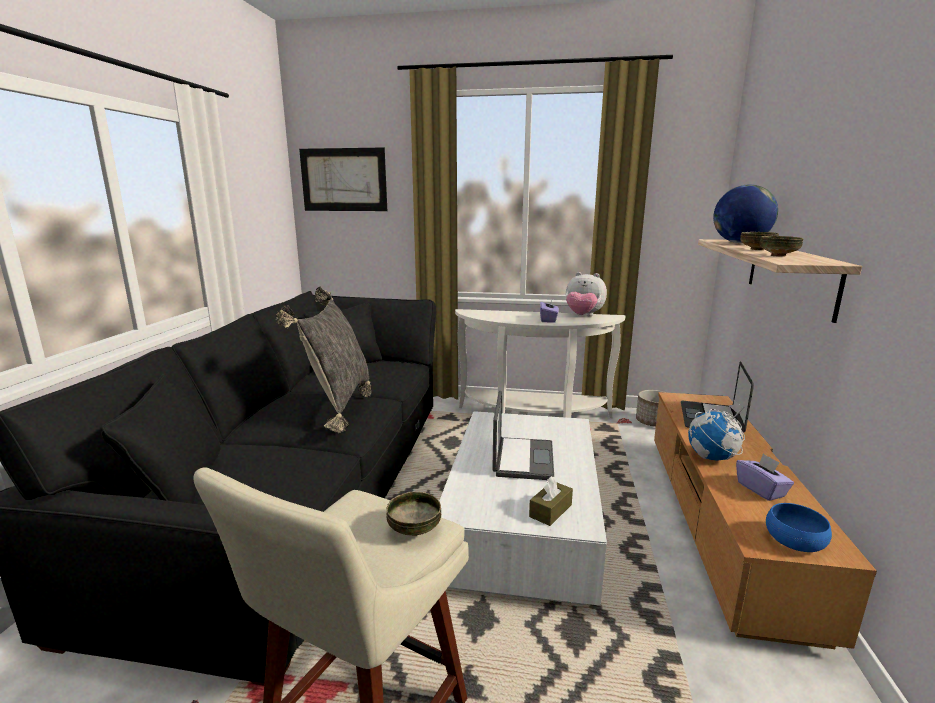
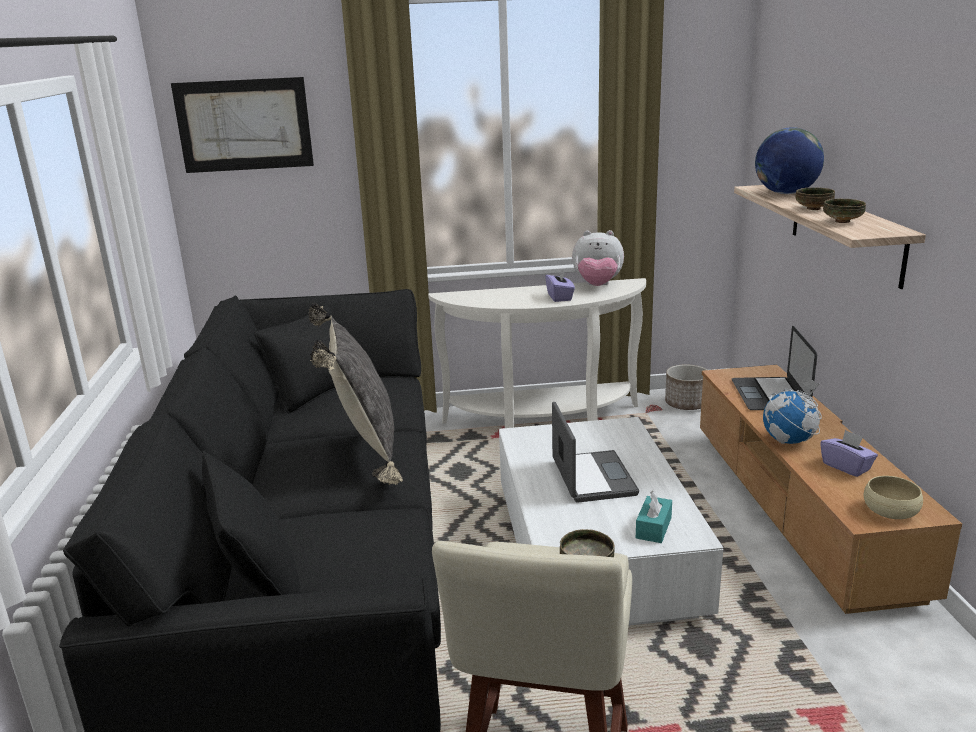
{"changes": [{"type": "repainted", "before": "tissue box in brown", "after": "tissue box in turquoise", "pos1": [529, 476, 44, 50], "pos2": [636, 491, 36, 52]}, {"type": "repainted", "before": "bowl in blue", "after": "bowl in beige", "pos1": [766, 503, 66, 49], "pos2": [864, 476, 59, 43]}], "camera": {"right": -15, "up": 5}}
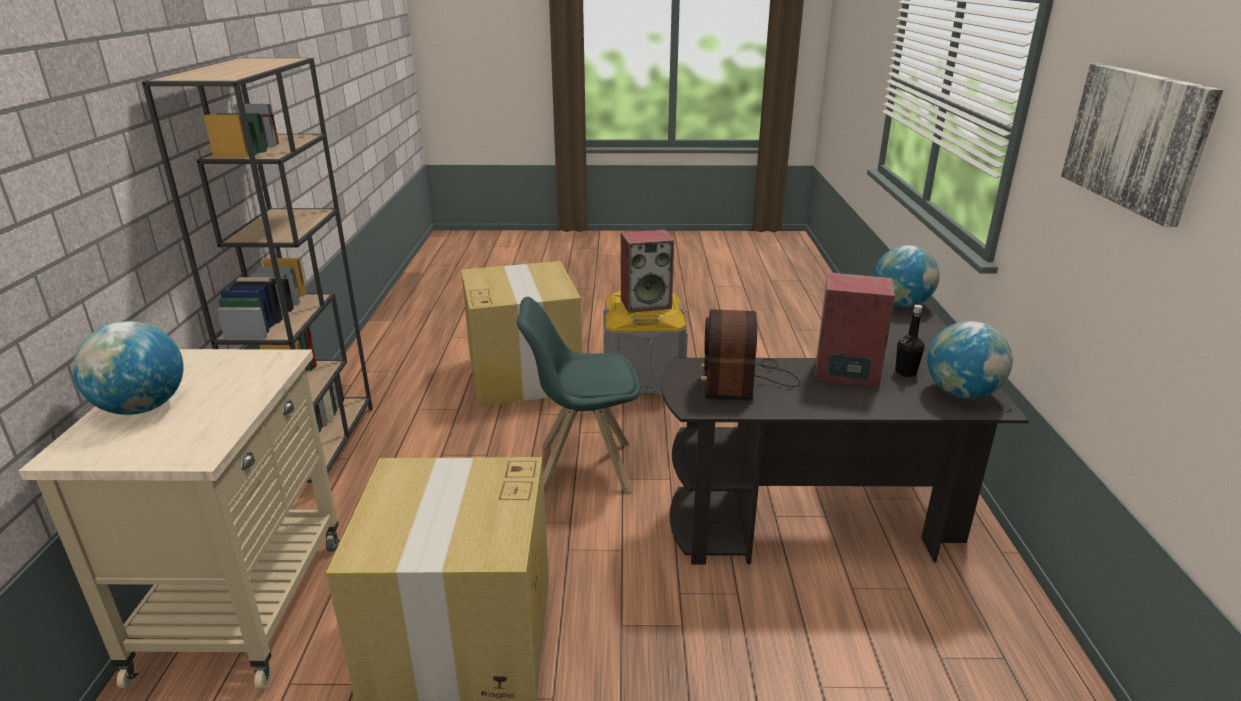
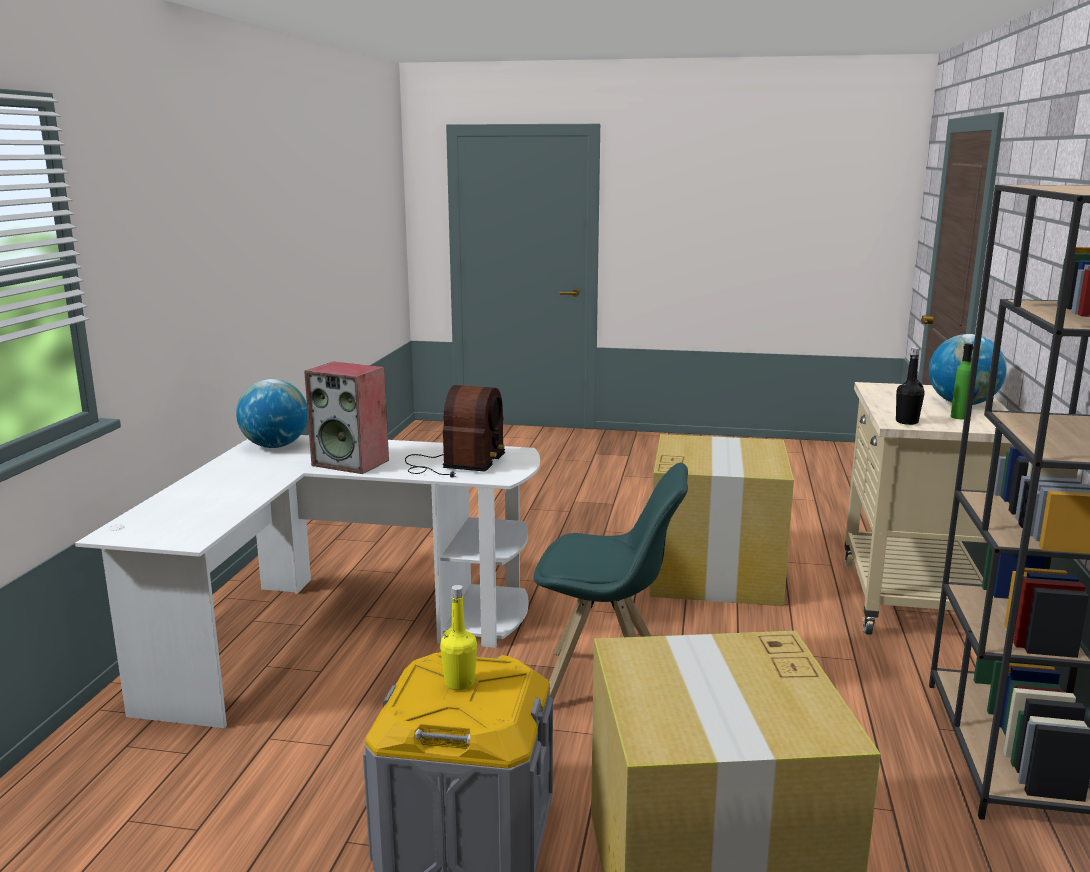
{"changes": [{"type": "gone", "before": "globe", "pos1": [874, 245, 66, 62]}, {"type": "gone", "before": "picture", "pos1": [1061, 64, 162, 163]}, {"type": "new", "after": "bottle in green", "pos2": [950, 343, 23, 76]}, {"type": "shifted", "before": "bottle in black", "pos1": [895, 305, 29, 72], "pos2": [896, 347, 29, 78]}, {"type": "swapped", "before": "speaker", "after": "bottle in yellow", "pos1": [621, 230, 53, 83], "pos2": [440, 585, 37, 105]}, {"type": "repainted", "before": "desk in black", "after": "desk in white", "pos1": [661, 302, 368, 263], "pos2": [75, 435, 465, 293]}], "camera": {"right": -170, "up": -10}}
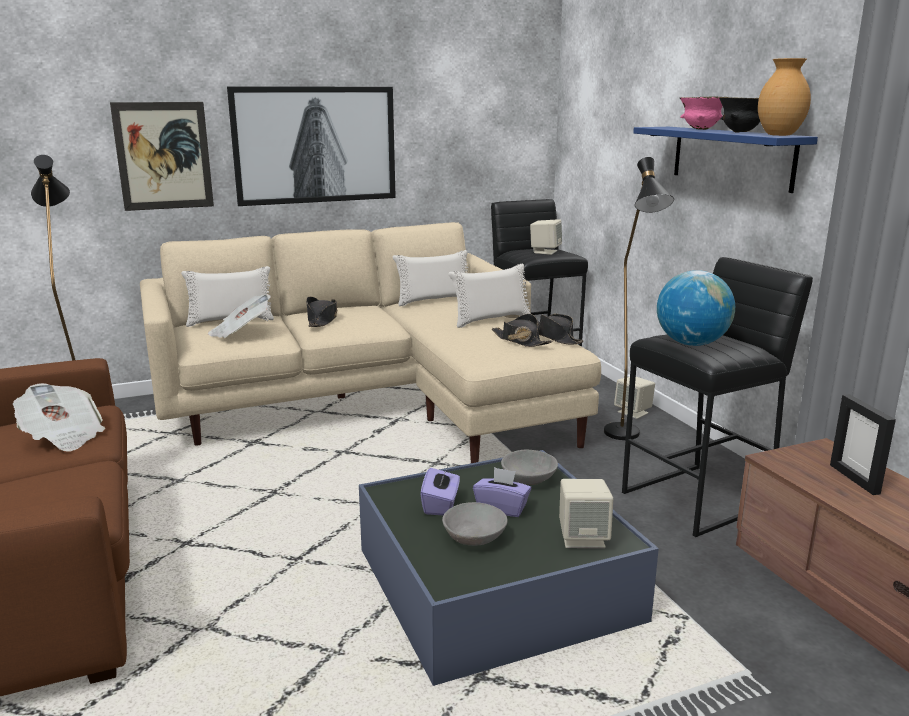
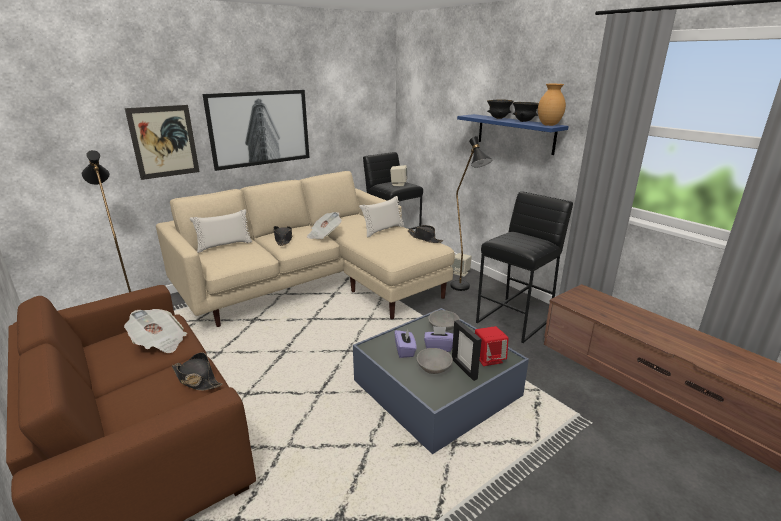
{"changes": [{"type": "gone", "before": "pillow in white", "pos1": [393, 250, 75, 56]}, {"type": "gone", "before": "globe", "pos1": [657, 270, 78, 76]}, {"type": "shifted", "before": "newspaper", "pos1": [208, 294, 63, 44], "pos2": [306, 212, 36, 27]}, {"type": "shifted", "before": "hat in black", "pos1": [492, 314, 61, 33], "pos2": [172, 352, 51, 39]}, {"type": "shifted", "before": "picture frame", "pos1": [830, 394, 66, 101], "pos2": [452, 320, 30, 61]}, {"type": "repainted", "before": "speaker in beige", "after": "speaker in red", "pos1": [559, 479, 54, 69], "pos2": [475, 326, 34, 40]}, {"type": "repainted", "before": "bowl in pink", "after": "bowl in black", "pos1": [680, 97, 43, 33], "pos2": [487, 99, 26, 20]}], "camera": {"right": -15, "up": 5}}
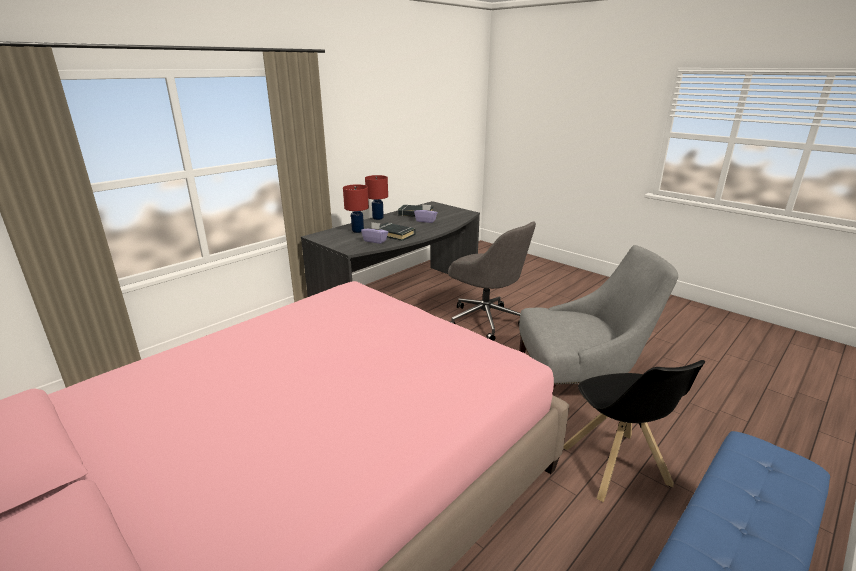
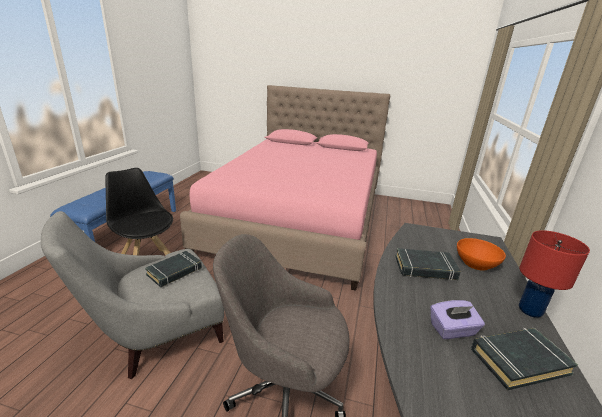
{"changes": [{"type": "gone", "before": "tissue box in purple", "pos1": [361, 222, 27, 22]}, {"type": "new", "after": "book in black", "pos2": [145, 251, 57, 36]}, {"type": "swapped", "before": "table lamp in red", "after": "bowl in orange", "pos1": [343, 184, 26, 49], "pos2": [457, 238, 49, 33]}], "camera": {"right": 150, "up": 0}}
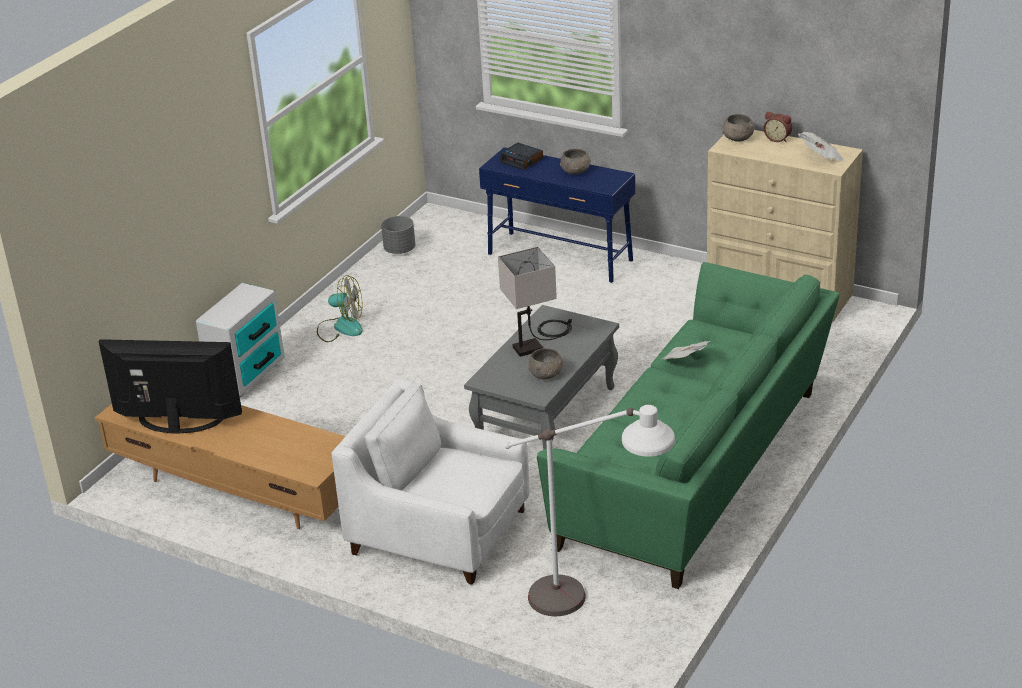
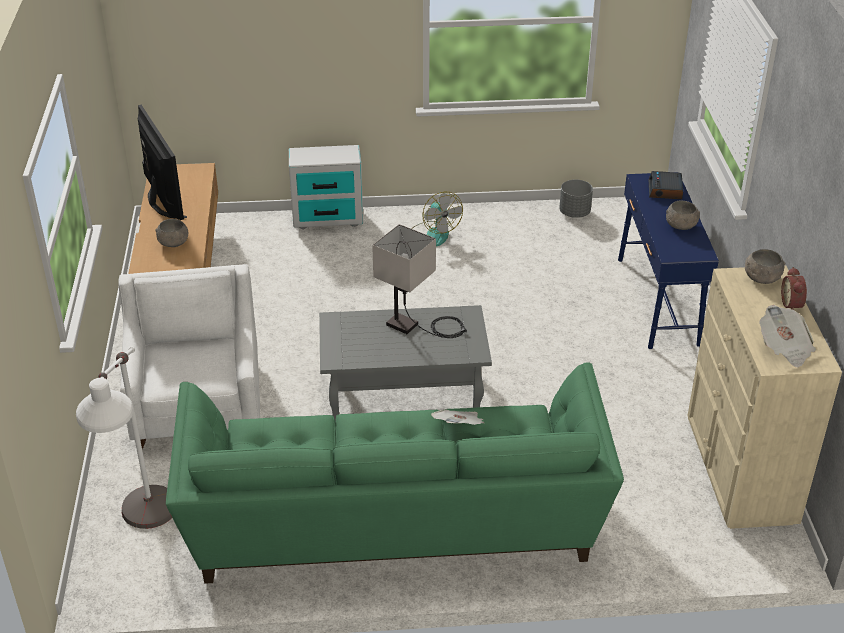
{"changes": [{"type": "shifted", "before": "bowl in grey", "pos1": [528, 348, 36, 31], "pos2": [155, 219, 33, 28]}], "camera": {"right": 55, "up": 5}}
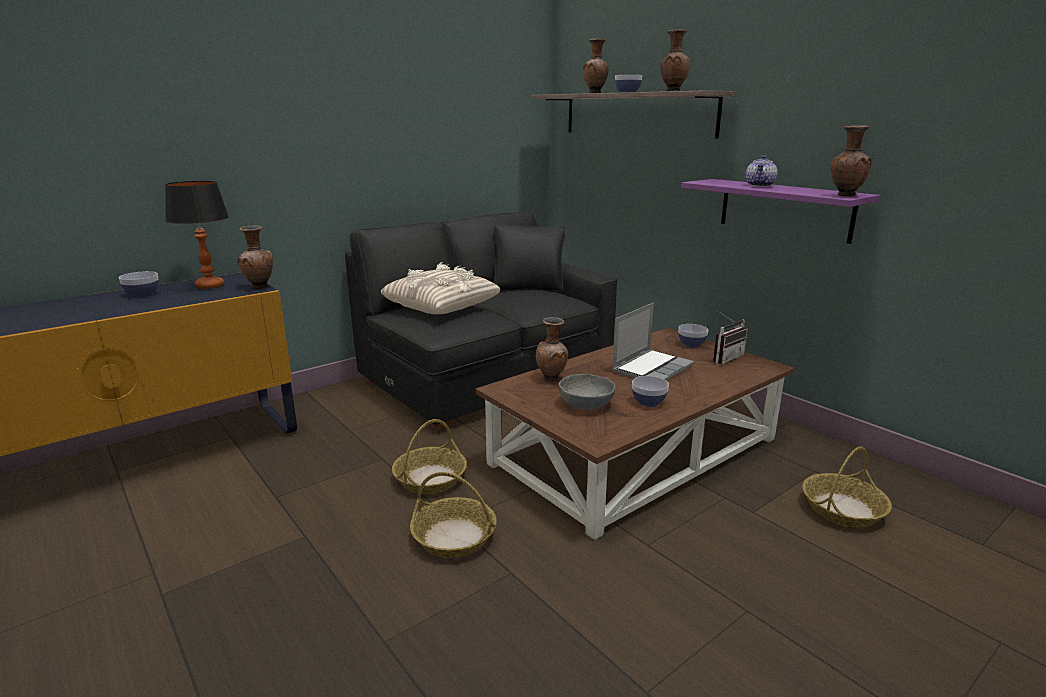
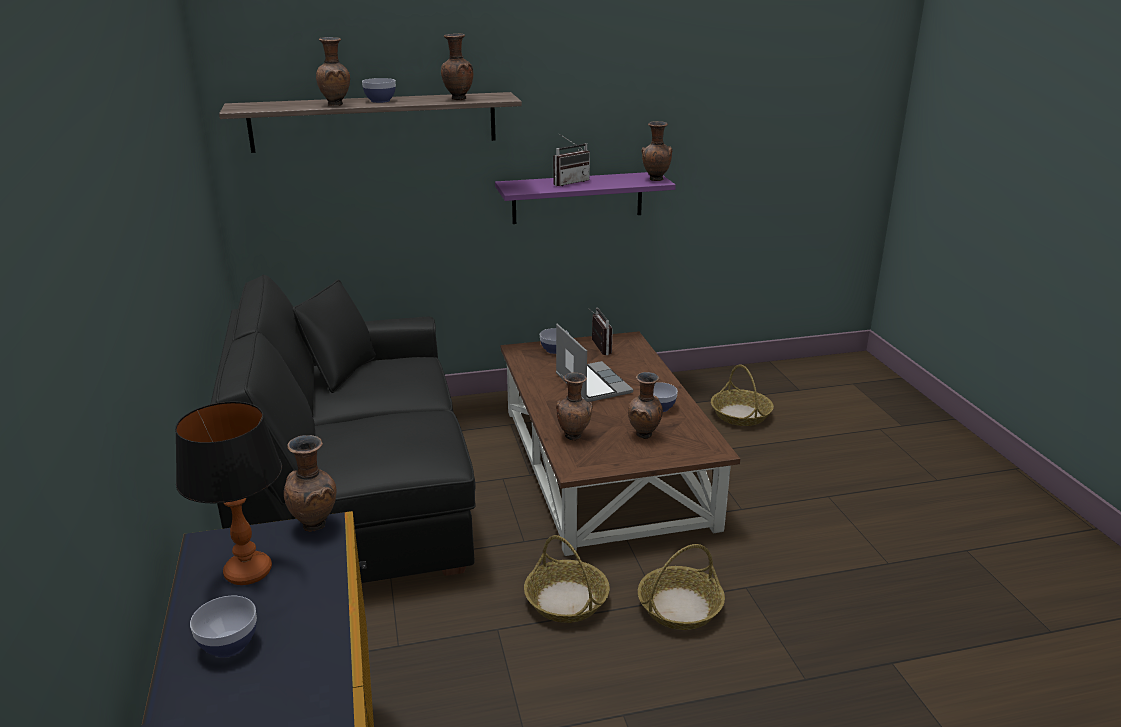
{"changes": [{"type": "gone", "before": "pillow in beige", "pos1": [381, 262, 119, 52]}, {"type": "swapped", "before": "bowl in grey", "after": "vase in brown", "pos1": [559, 374, 57, 36], "pos2": [628, 372, 35, 67]}, {"type": "swapped", "before": "teapot", "after": "radio", "pos1": [746, 155, 31, 32], "pos2": [553, 134, 37, 52]}], "camera": {"right": -65, "up": 5}}
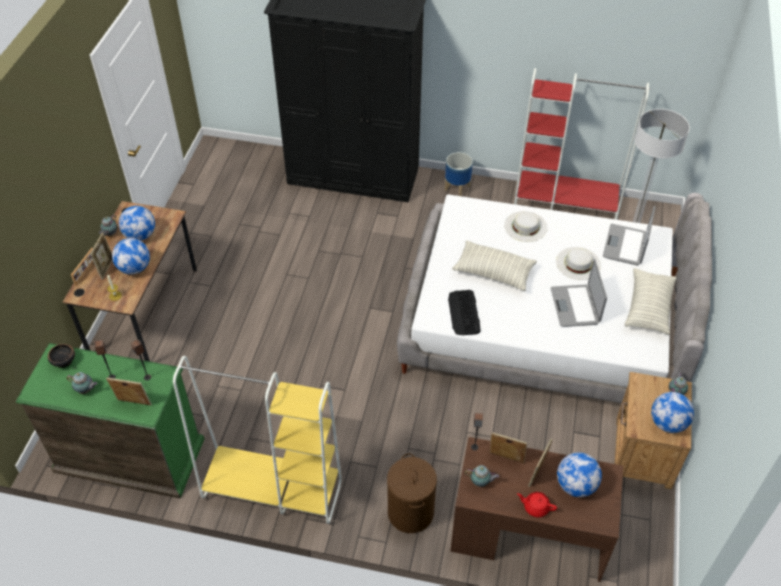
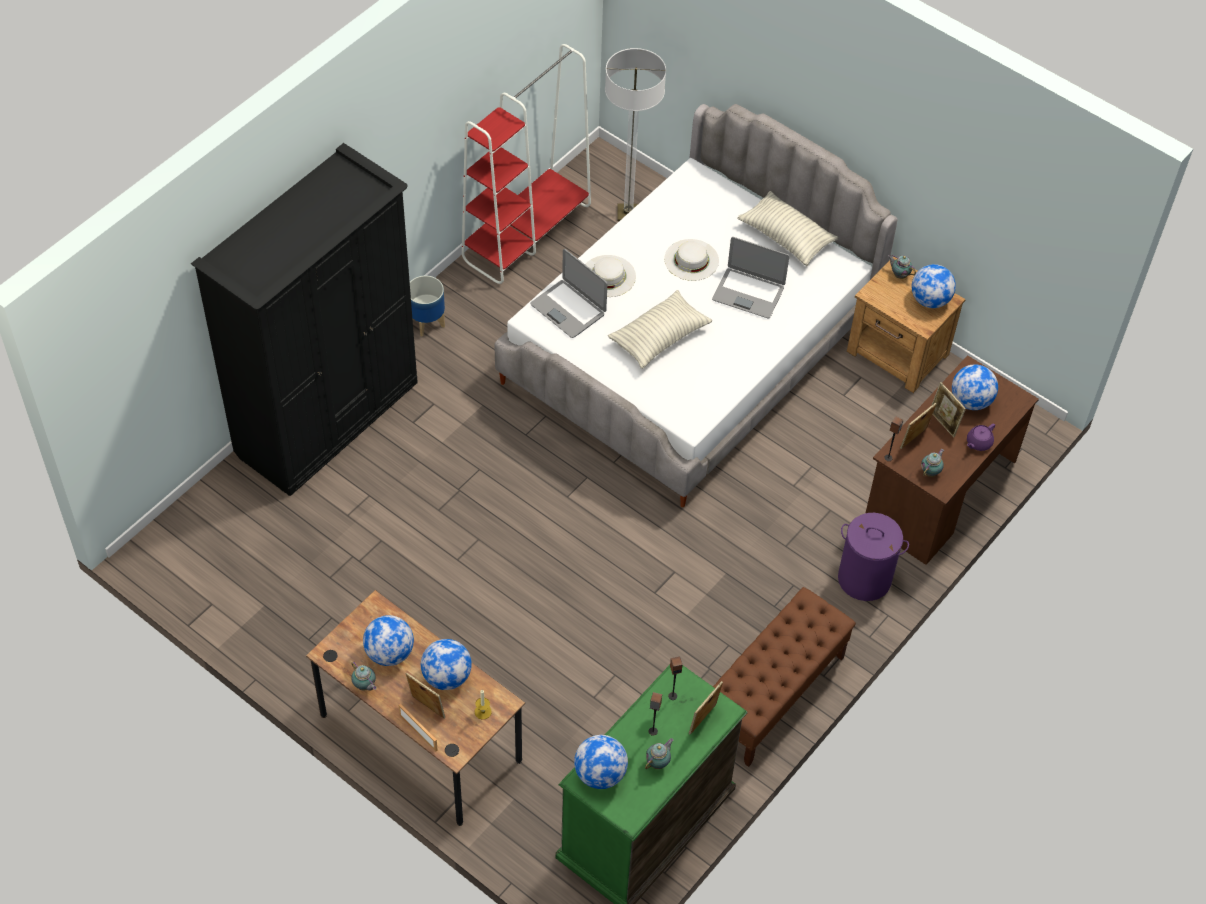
{"changes": [{"type": "gone", "before": "keyboard", "pos1": [448, 290, 33, 45]}, {"type": "shifted", "before": "laptop", "pos1": [603, 206, 52, 59], "pos2": [530, 249, 78, 89]}, {"type": "swapped", "before": "bowl", "after": "globe", "pos1": [48, 344, 27, 24], "pos2": [574, 735, 54, 54]}, {"type": "swapped", "before": "clothes rack in yellow", "after": "bench in brown", "pos1": [173, 356, 168, 168], "pos2": [713, 587, 143, 180]}, {"type": "repainted", "before": "laundry basket in brown", "after": "laundry basket in purple", "pos1": [387, 453, 50, 80], "pos2": [838, 513, 71, 88]}, {"type": "repainted", "before": "teapot in red", "after": "teapot in purple", "pos1": [517, 492, 40, 25], "pos2": [967, 423, 28, 28]}], "camera": {"right": -65, "up": 5}}
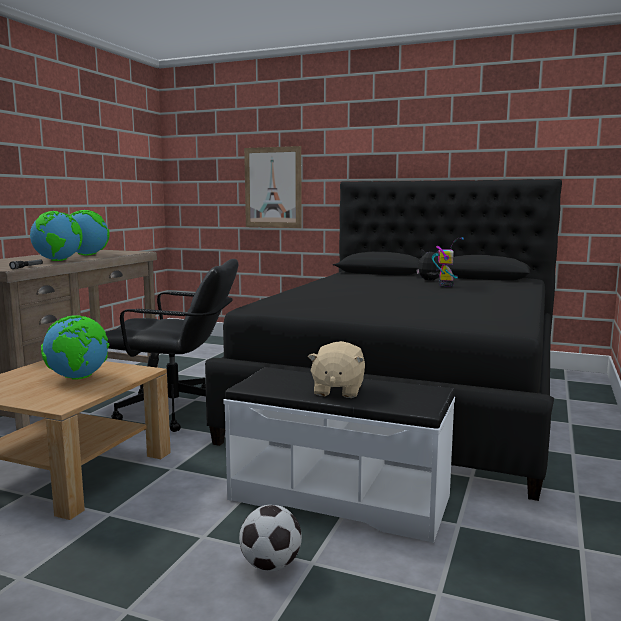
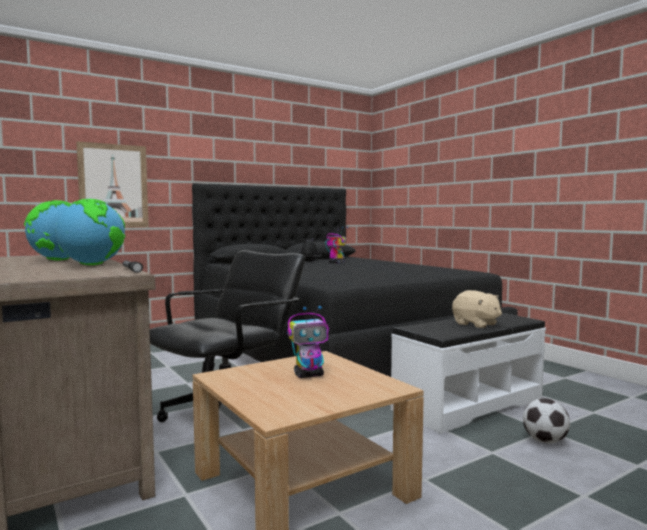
{"changes": [{"type": "swapped", "before": "globe", "after": "toy robot", "pos1": [41, 315, 68, 65], "pos2": [287, 306, 42, 72]}], "camera": {"right": -55, "up": -5}}
